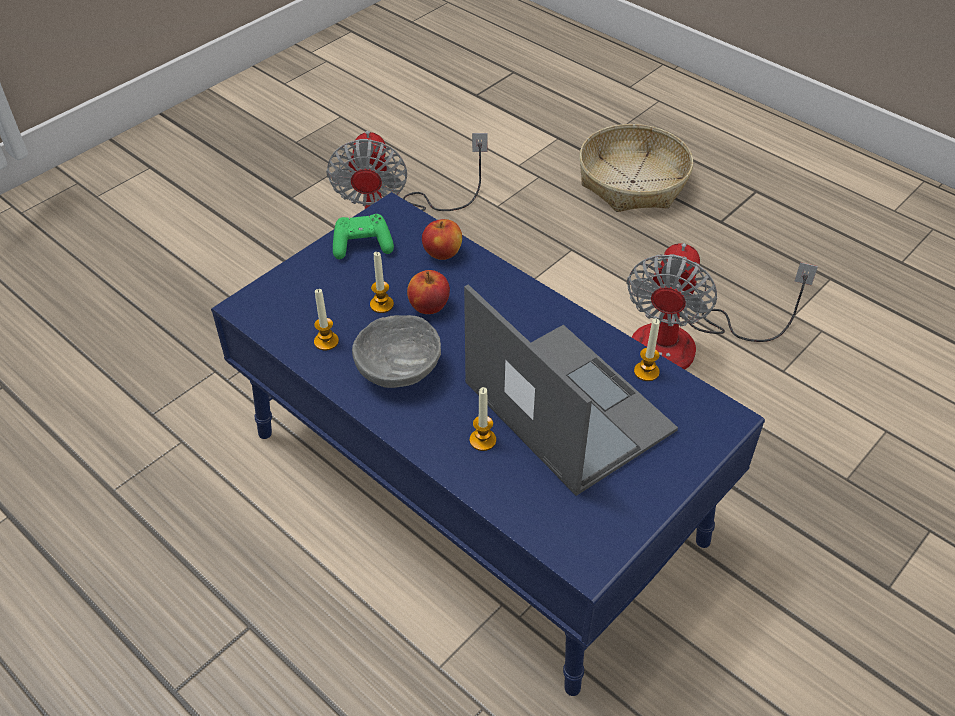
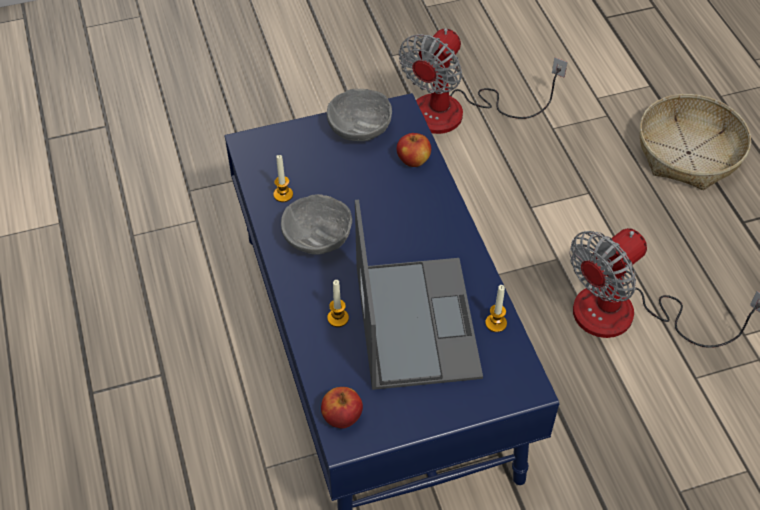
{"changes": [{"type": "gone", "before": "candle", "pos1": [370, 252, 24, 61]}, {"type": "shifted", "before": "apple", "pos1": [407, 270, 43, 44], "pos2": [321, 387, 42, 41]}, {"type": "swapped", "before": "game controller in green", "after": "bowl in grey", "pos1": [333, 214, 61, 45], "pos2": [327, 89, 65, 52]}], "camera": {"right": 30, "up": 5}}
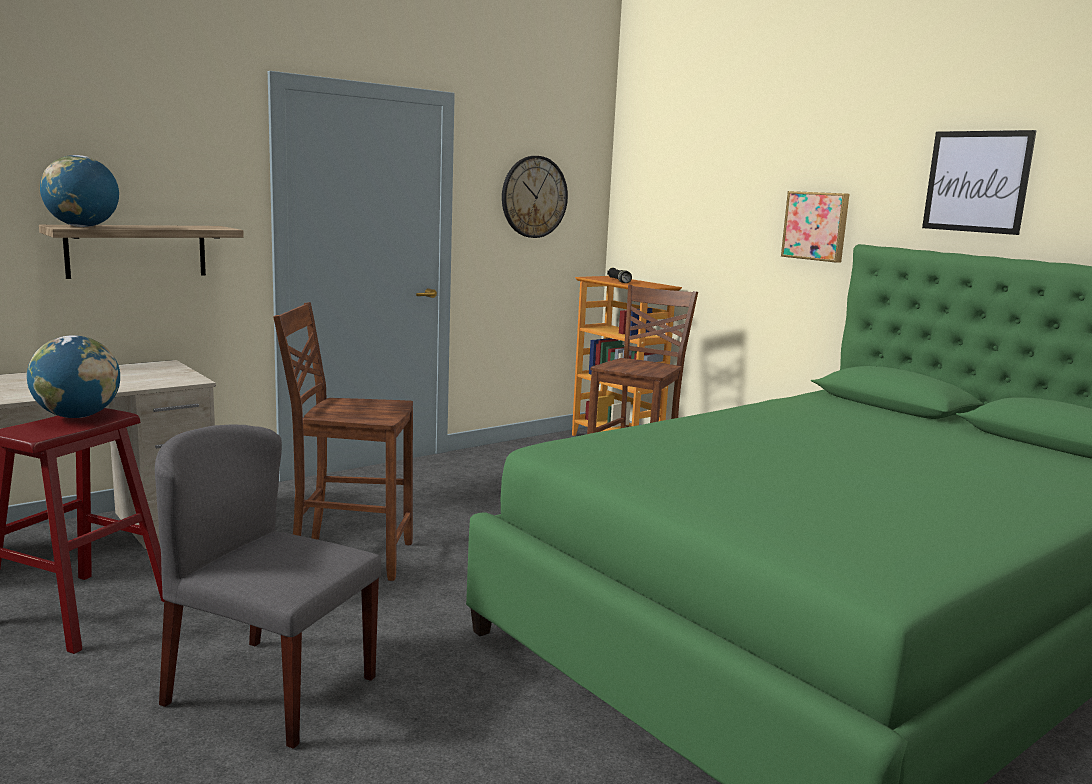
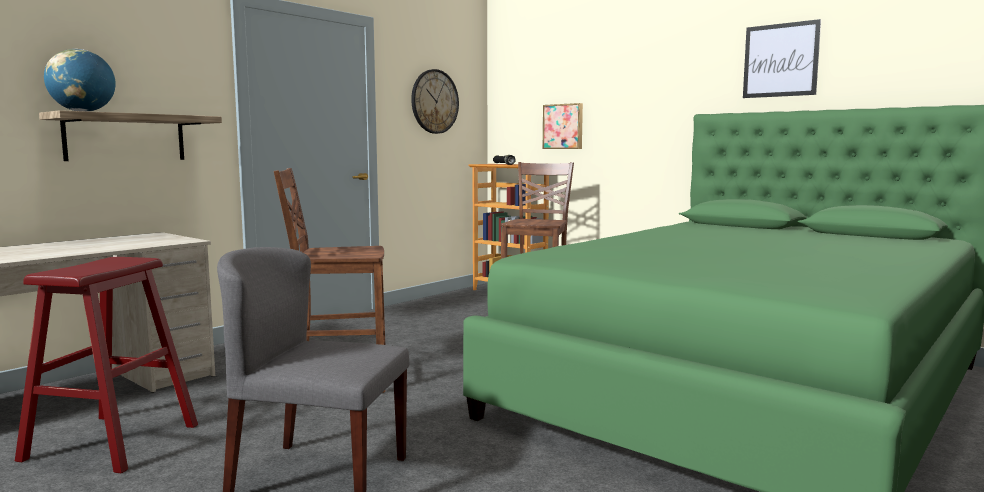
{"changes": [{"type": "gone", "before": "globe", "pos1": [27, 335, 93, 83]}, {"type": "shifted", "before": "picture", "pos1": [781, 191, 68, 72], "pos2": [543, 103, 40, 46]}], "camera": {"right": -10, "up": -5}}
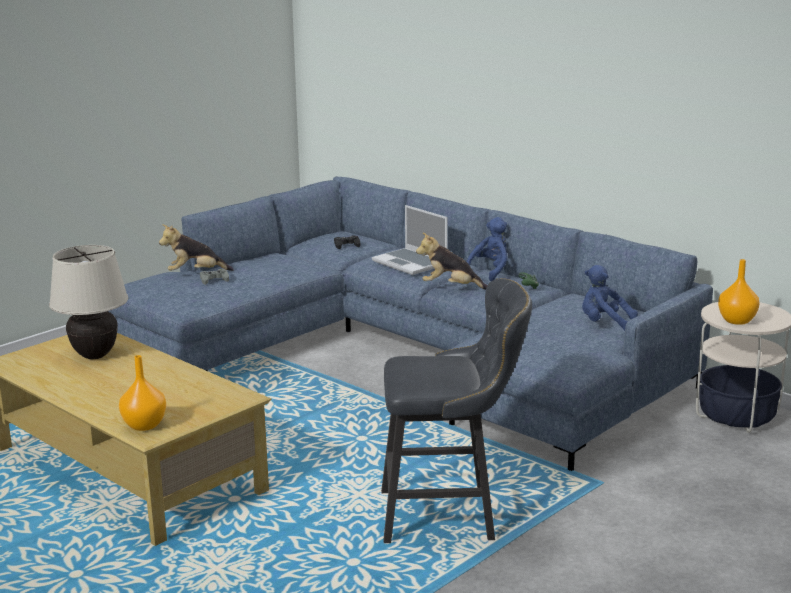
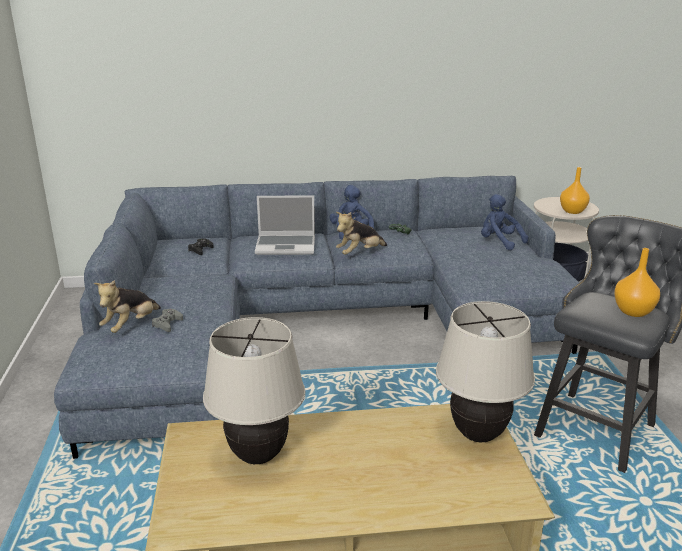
{"changes": [{"type": "new", "after": "table lamp in beige", "pos2": [436, 301, 99, 141]}, {"type": "shifted", "before": "vase in orange", "pos1": [119, 355, 47, 76], "pos2": [614, 248, 46, 69]}, {"type": "rotated", "before": "plush toy in blue", "pos1": [582, 265, 56, 66], "pos2": [481, 194, 47, 56], "turn": 75}], "camera": {"right": -50, "up": 5}}
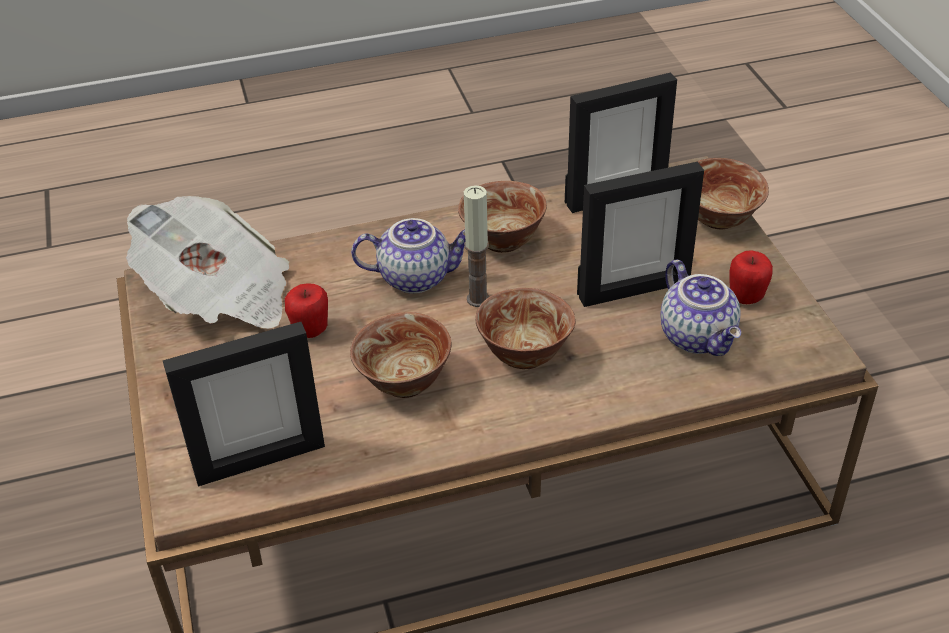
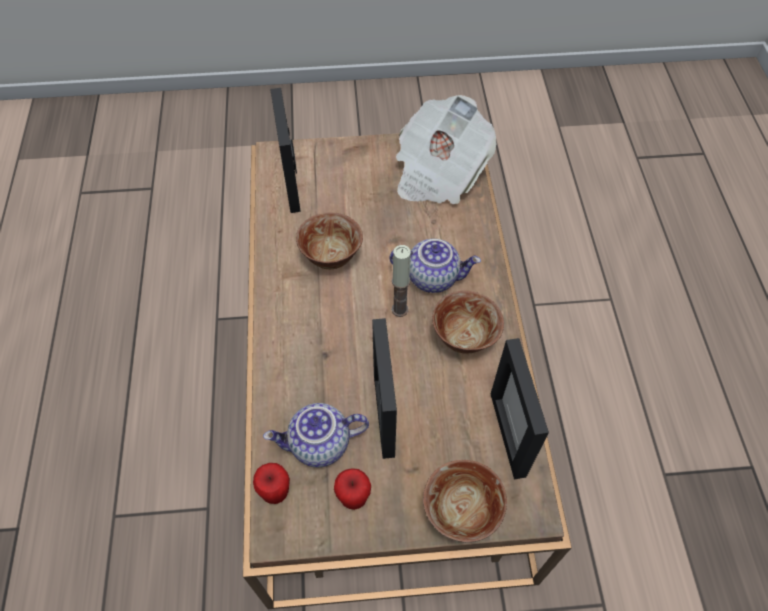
{"changes": [{"type": "gone", "before": "bowl", "pos1": [475, 288, 101, 81]}, {"type": "shifted", "before": "apple", "pos1": [285, 283, 43, 55], "pos2": [253, 463, 37, 41]}, {"type": "rotated", "before": "teapot", "pos1": [351, 218, 114, 76], "pos2": [390, 239, 91, 54], "turn": -90}], "camera": {"right": 100, "up": 15}}
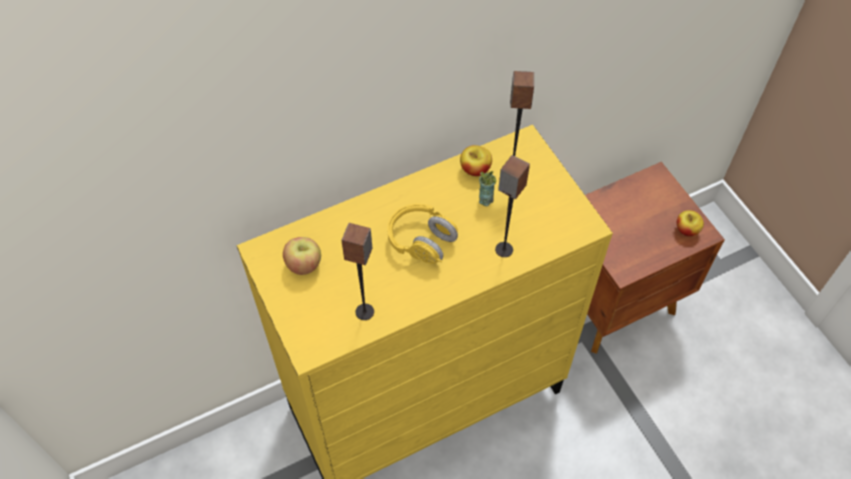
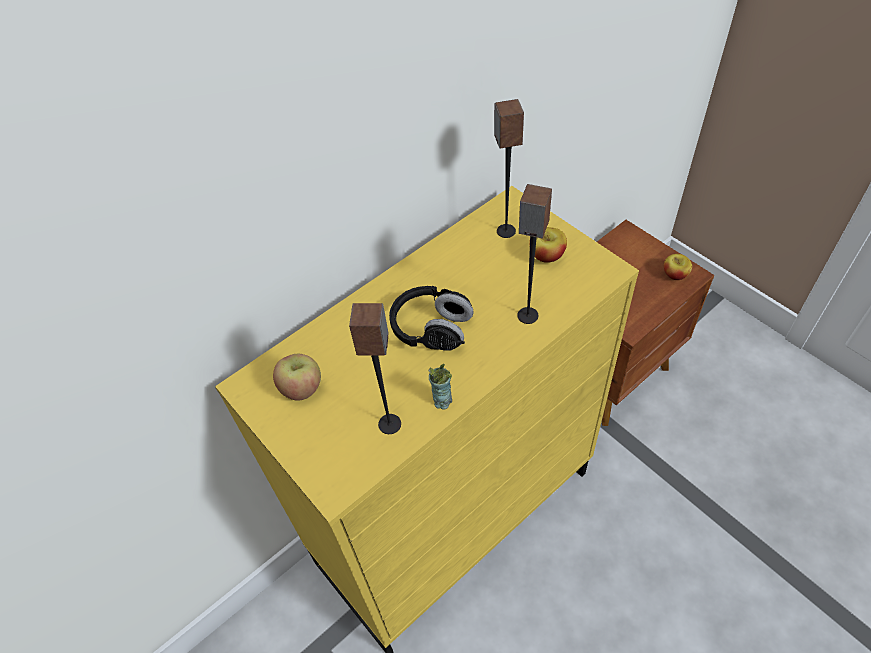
{"changes": [{"type": "shifted", "before": "apple", "pos1": [460, 145, 32, 31], "pos2": [529, 227, 38, 36]}, {"type": "shifted", "before": "cup", "pos1": [479, 171, 18, 35], "pos2": [428, 364, 24, 46]}, {"type": "repainted", "before": "headphones in yellow", "after": "headphones in black", "pos1": [387, 203, 71, 61], "pos2": [389, 286, 85, 65]}], "camera": {"right": -10, "up": -5}}
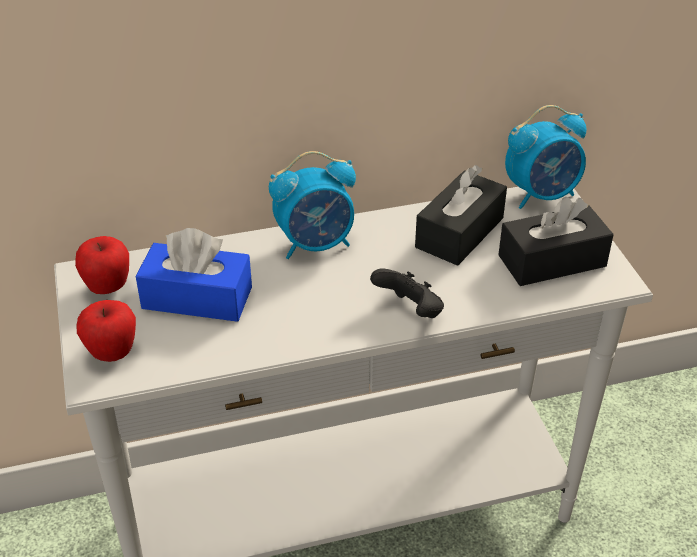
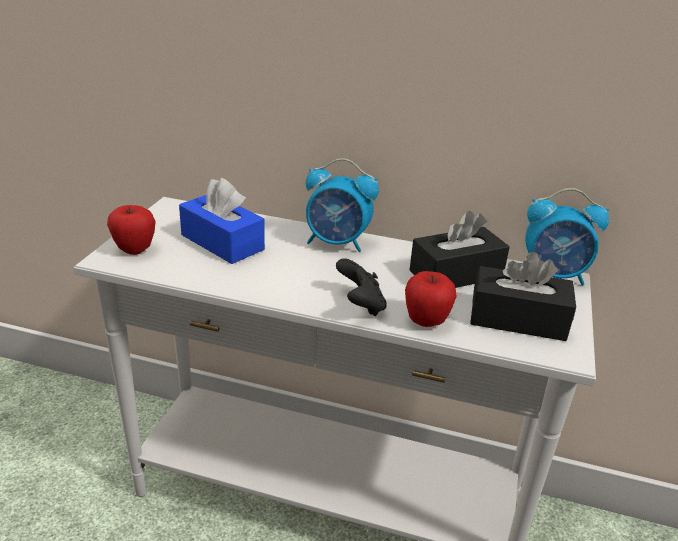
{"changes": [{"type": "shifted", "before": "apple", "pos1": [75, 236, 54, 58], "pos2": [405, 271, 52, 56]}], "camera": {"right": 30, "up": -10}}
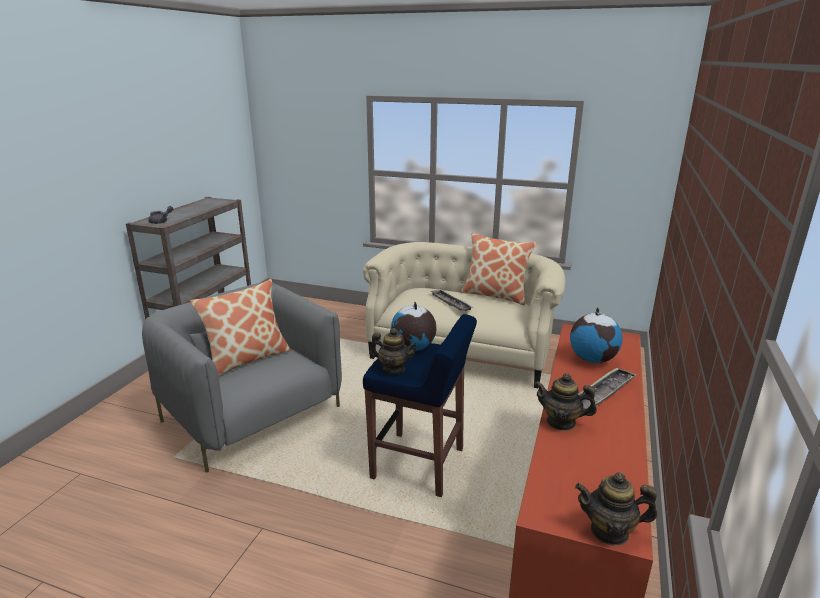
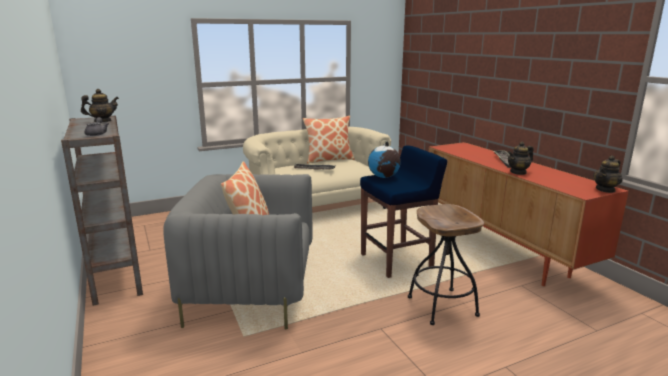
{"changes": [{"type": "gone", "before": "globe", "pos1": [570, 308, 53, 55]}, {"type": "new", "after": "stool in brown", "pos2": [408, 204, 76, 121]}, {"type": "shifted", "before": "teapot", "pos1": [370, 328, 47, 46], "pos2": [81, 89, 38, 33]}], "camera": {"right": -45, "up": -5}}
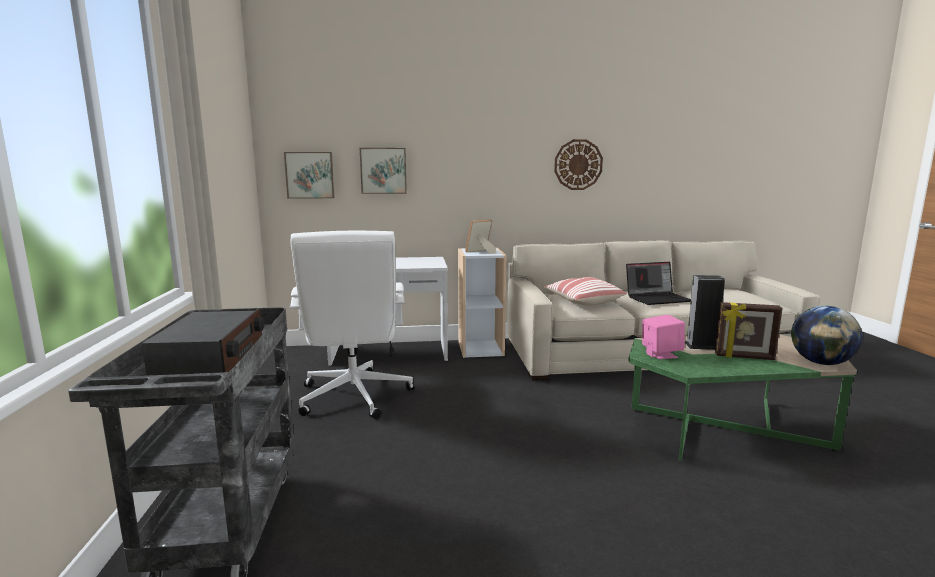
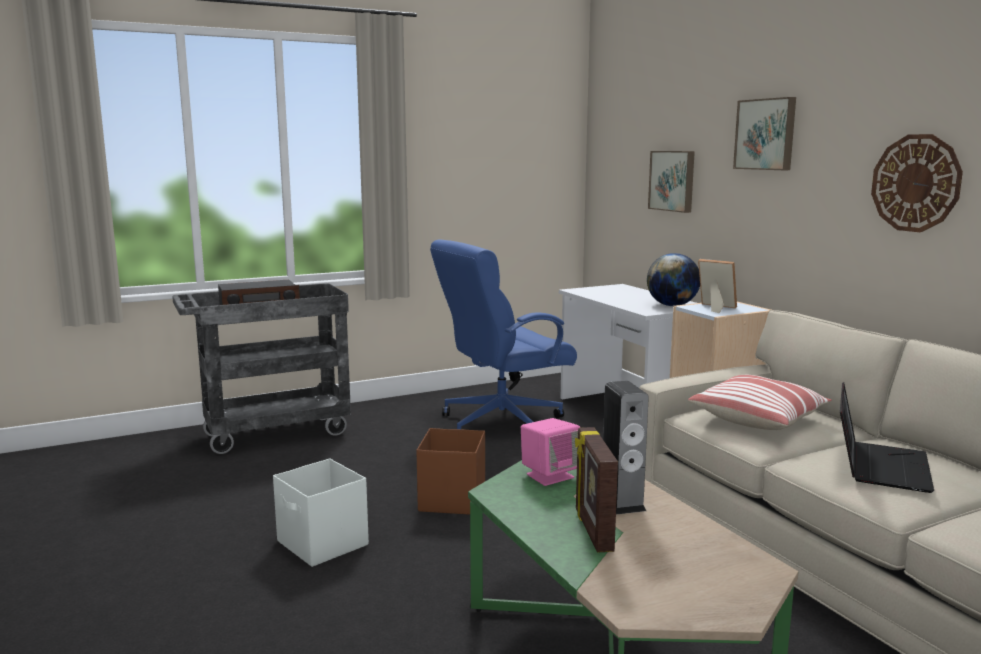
{"changes": [{"type": "new", "after": "storage box in white", "pos2": [273, 458, 96, 109]}, {"type": "new", "after": "storage box in brown", "pos2": [416, 428, 69, 87]}, {"type": "shifted", "before": "picture", "pos1": [284, 152, 50, 47], "pos2": [733, 97, 63, 73]}, {"type": "shifted", "before": "globe", "pos1": [791, 306, 72, 59], "pos2": [647, 253, 53, 53]}, {"type": "repainted", "before": "office chair in white", "after": "office chair in blue", "pos1": [290, 231, 125, 188], "pos2": [430, 239, 147, 191]}, {"type": "rotated", "before": "laptop", "pos1": [626, 262, 65, 43], "pos2": [840, 382, 94, 111], "turn": -120}], "camera": {"right": 70, "up": 0}}
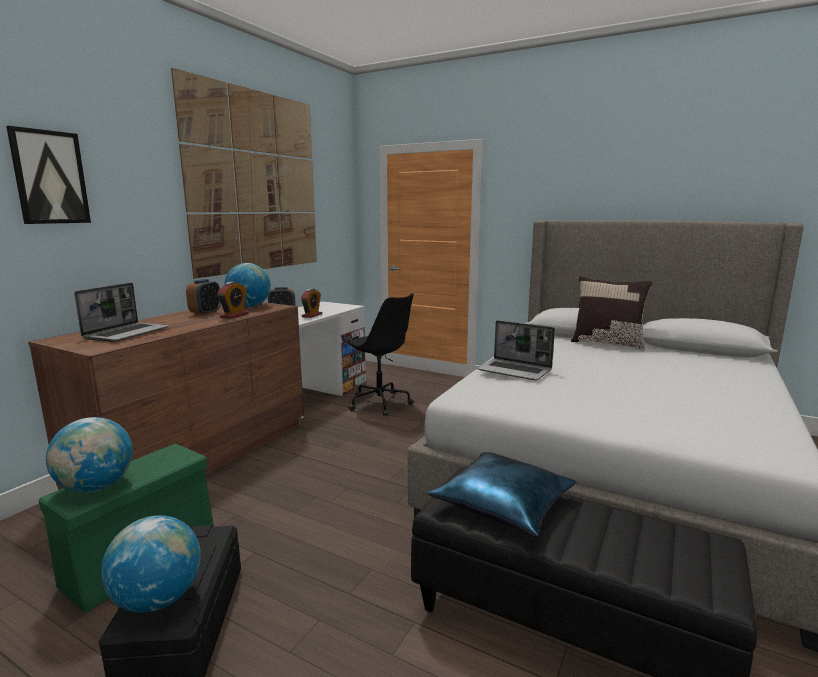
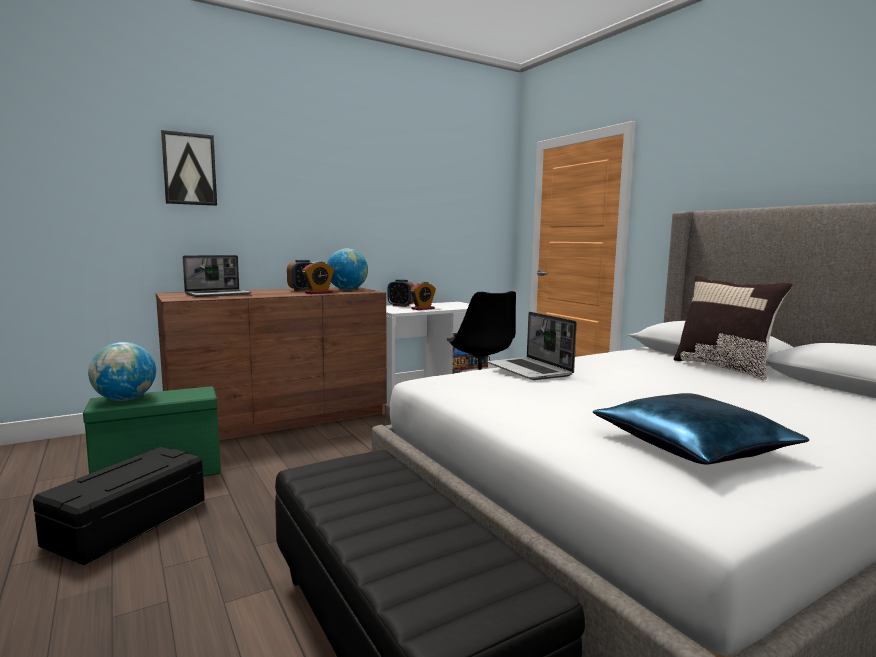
{"changes": [{"type": "gone", "before": "globe", "pos1": [101, 515, 100, 98]}, {"type": "gone", "before": "picture", "pos1": [171, 68, 146, 211]}, {"type": "shifted", "before": "pillow in blue", "pos1": [427, 452, 149, 85], "pos2": [593, 393, 216, 71]}], "camera": {"right": 30, "up": -5}}
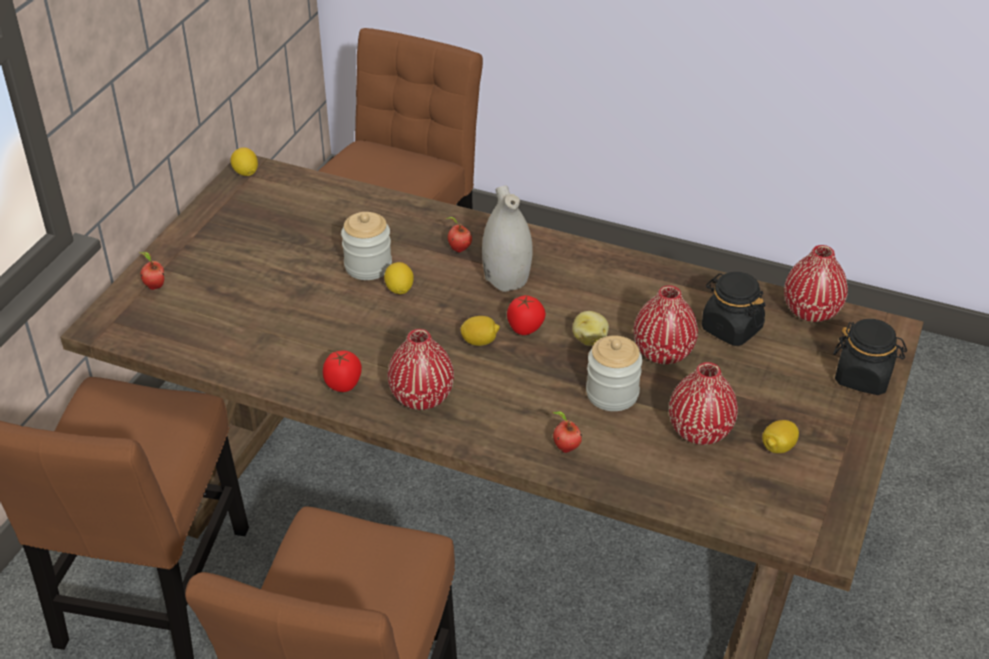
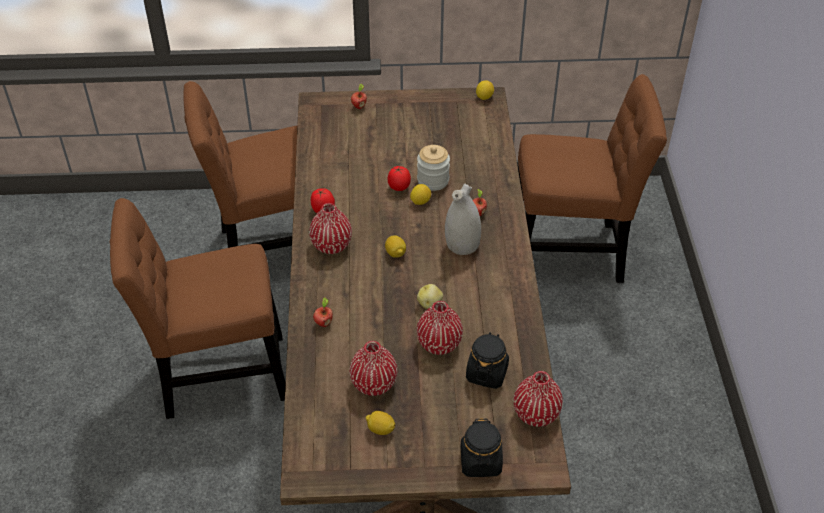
{"changes": [{"type": "gone", "before": "jar", "pos1": [586, 335, 56, 76]}, {"type": "shifted", "before": "tomato", "pos1": [507, 295, 39, 40], "pos2": [388, 166, 23, 25]}], "camera": {"right": 65, "up": 5}}
